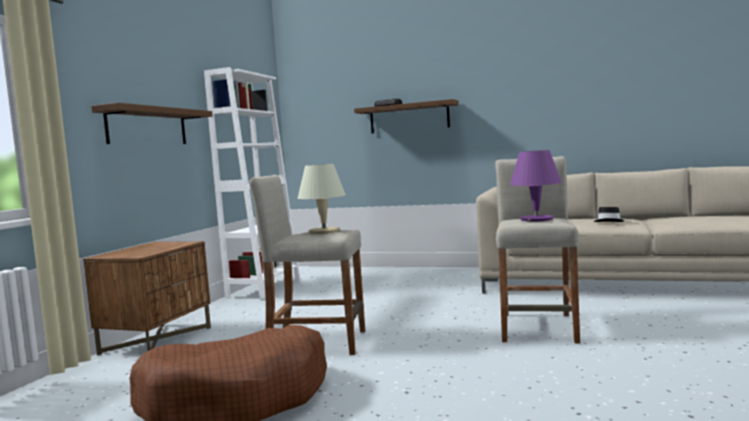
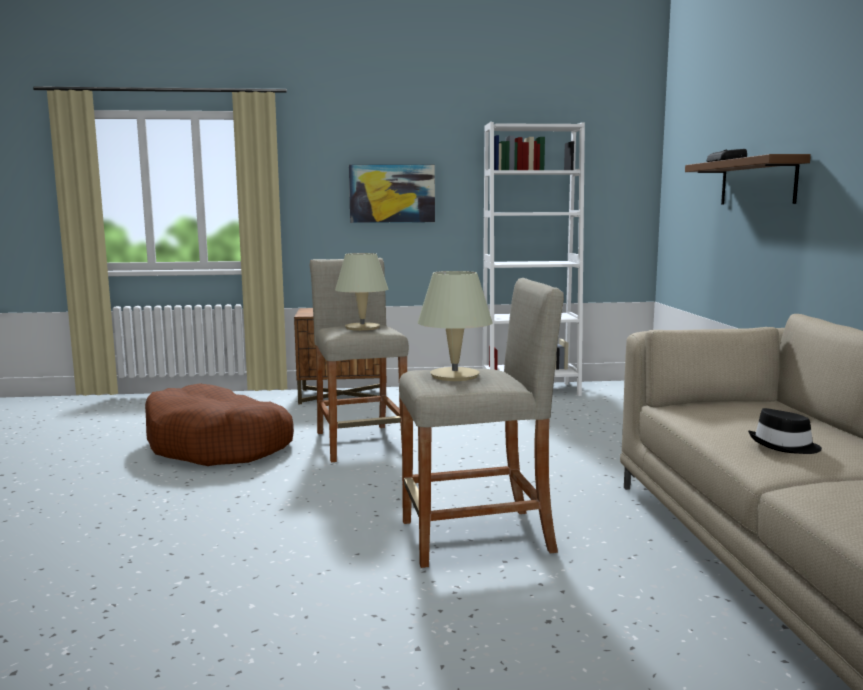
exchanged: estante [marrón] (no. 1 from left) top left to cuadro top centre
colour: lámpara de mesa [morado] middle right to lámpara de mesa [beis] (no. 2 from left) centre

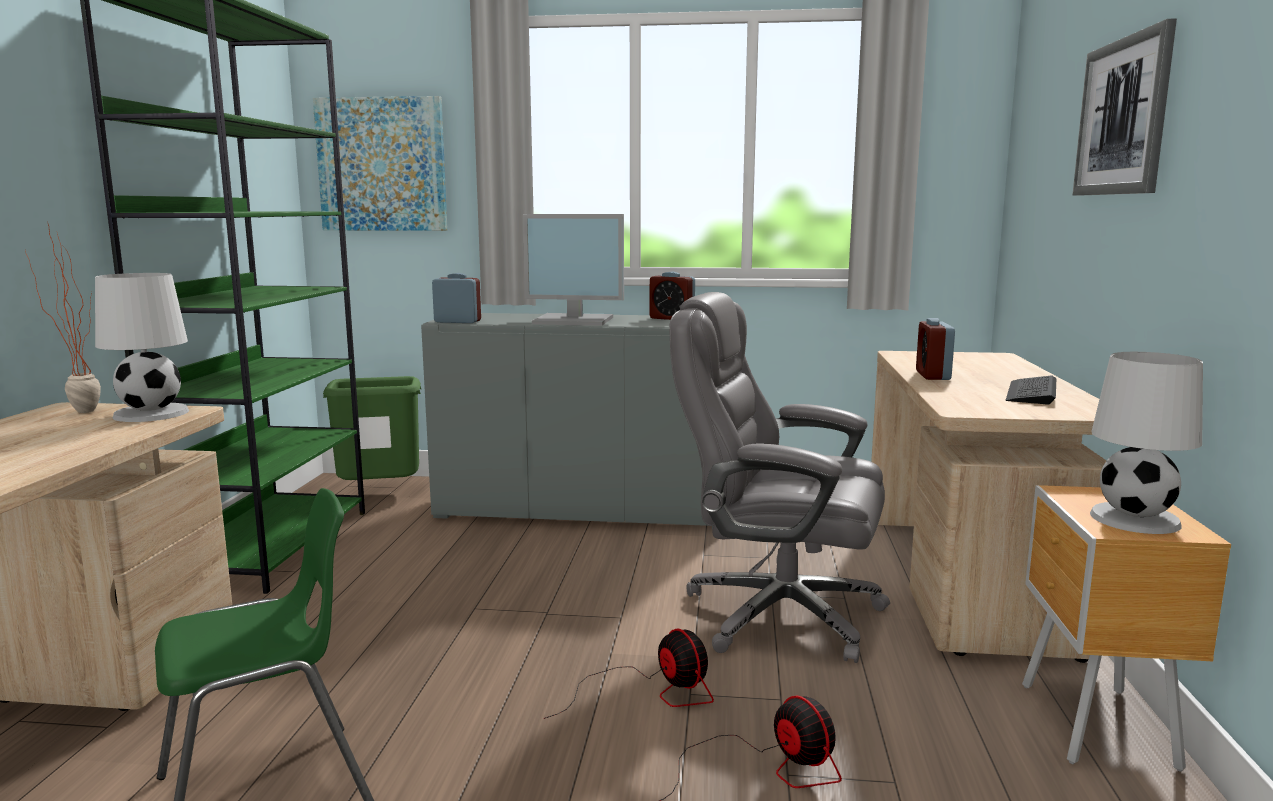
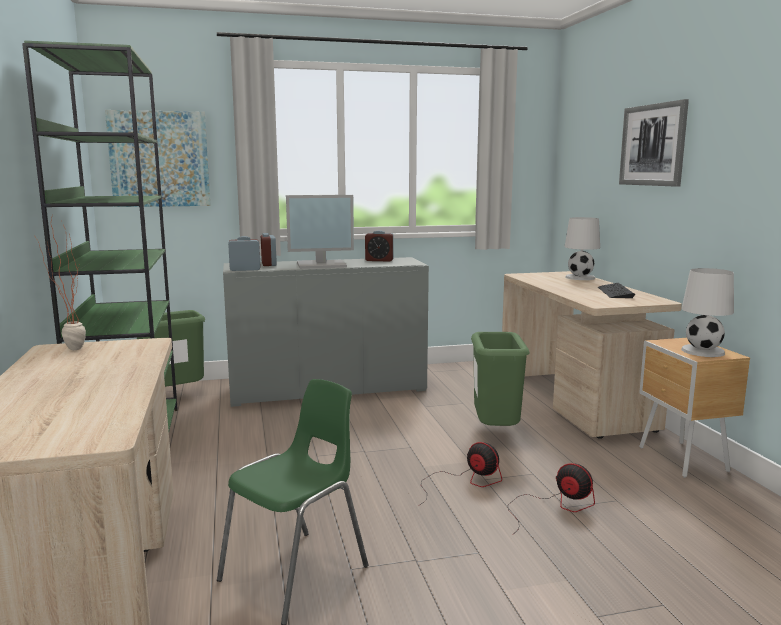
relocated: lámpara de mesa [blanco] (no. 1 from left) middle left to middle right; despertador (no. 3 from left in the first image) middle right to despertador (no. 2 from left) centre
exchanged: silla de oficina [gris] centre to papelera [verde] (no. 2 from left) centre

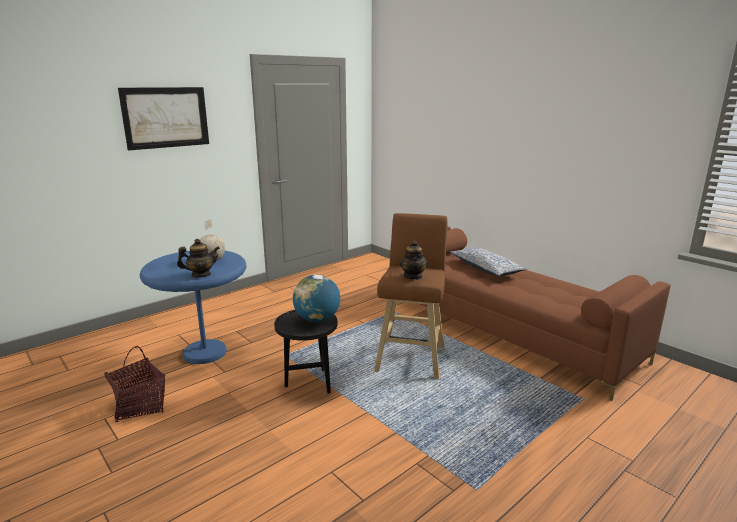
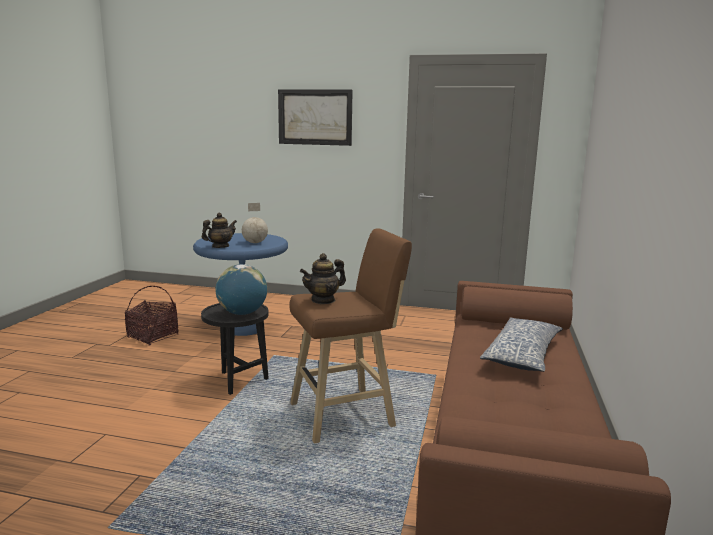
spun: tetera (no. 1 from left) middle left = middle left 75 degrees counterclockwise

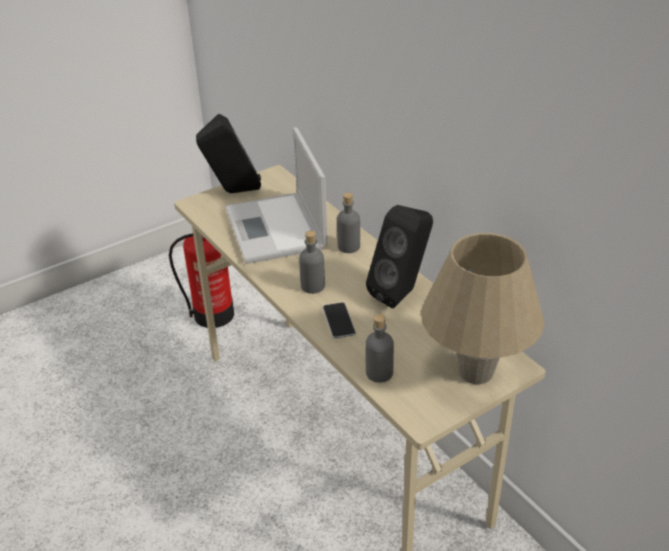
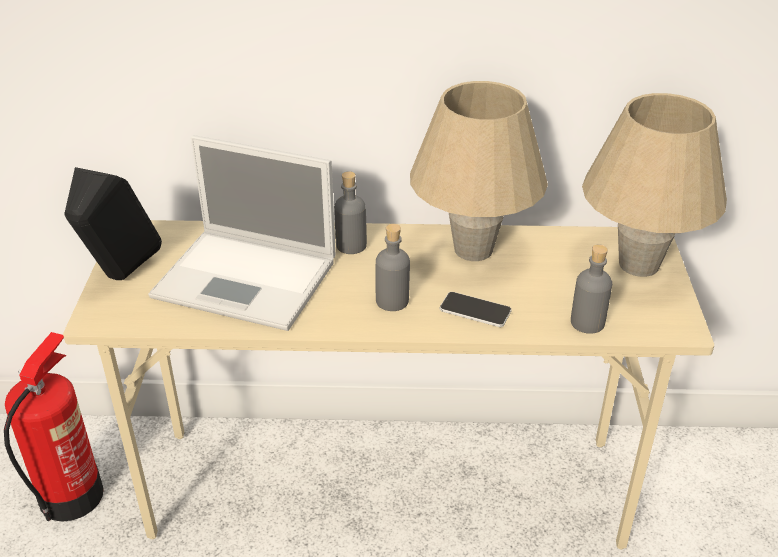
exchanged: altavoz [negro] (no. 2 from left) centre to lámpara de mesa [beis] (no. 1 from left) top centre

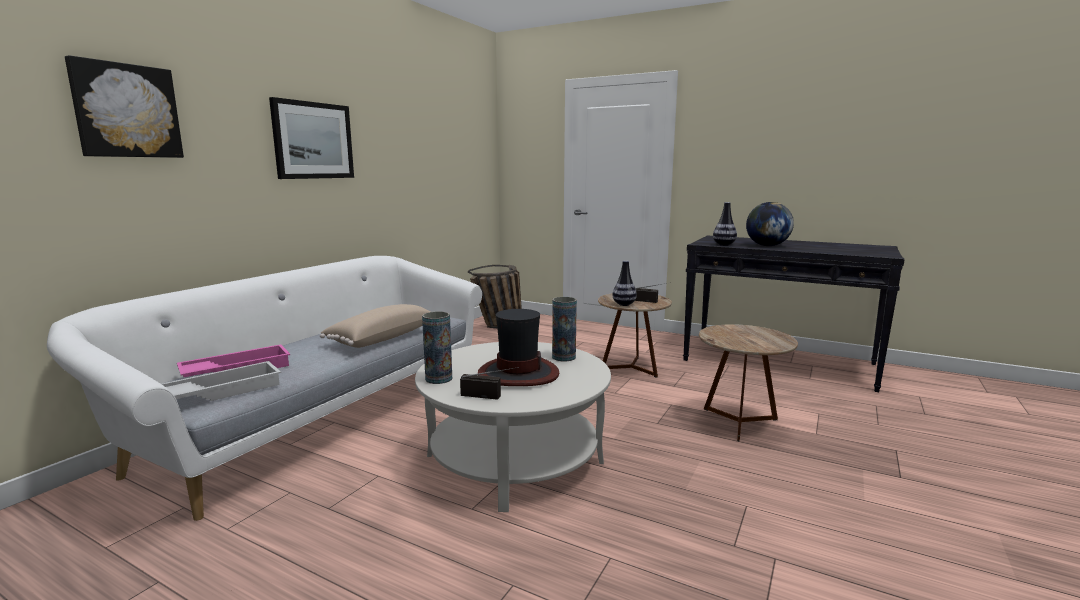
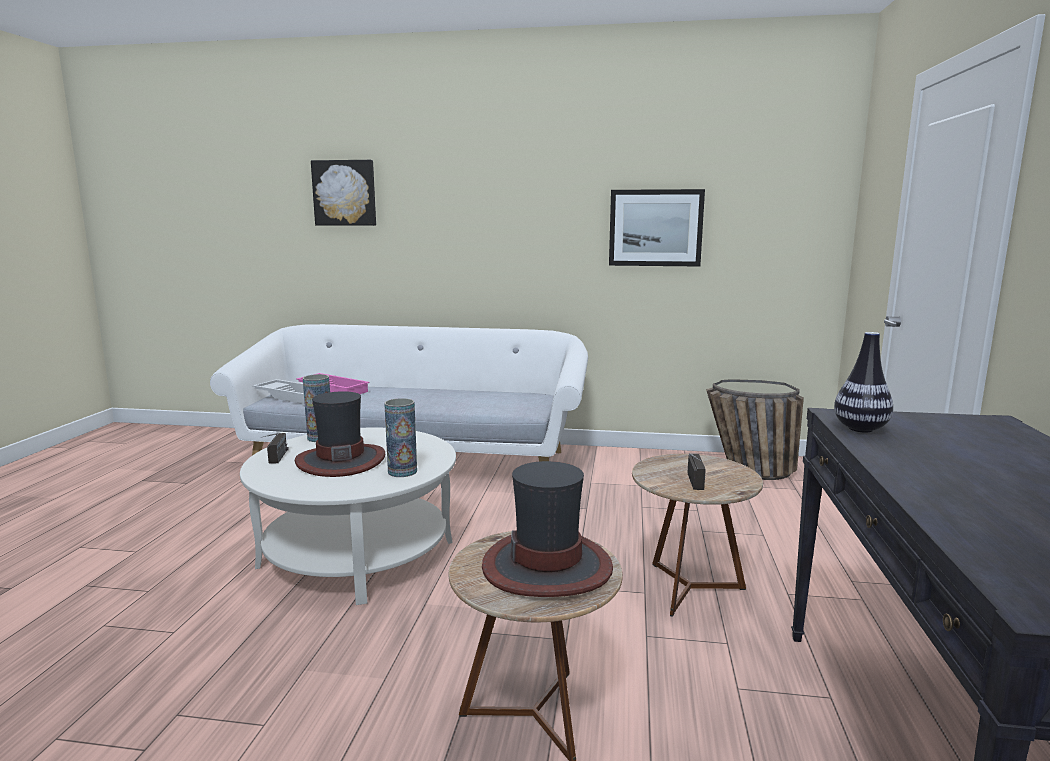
missing: globo terráqueo middle right; florero (no. 3 from left) centre; cojín [beis] centre
appeared: sombrero (no. 2 from left) bottom centre
relocated: cuadro (no. 2 from left) top left to top centre

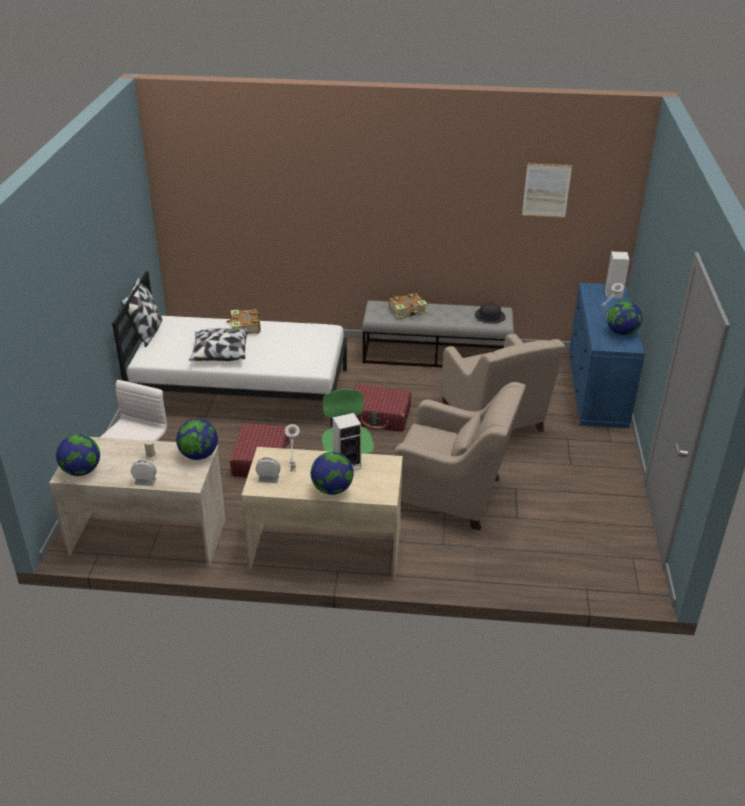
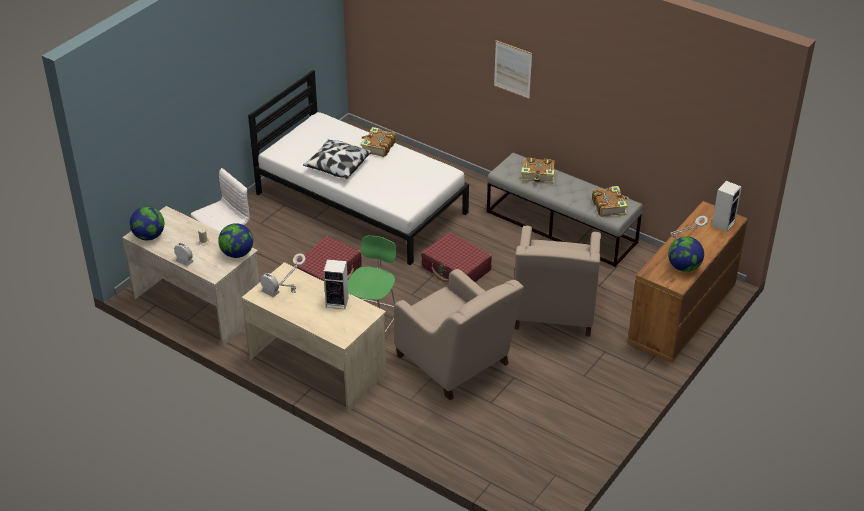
missing: cojín (no. 1 from left) middle left; globo terráqueo (no. 3 from left) centre
relocated: cuadro top right to top centre
exchanged: sombrero [negro] centre to libro (no. 3 from left) middle right
colour: cómoda [azul] middle right to cómoda [marrón] middle right

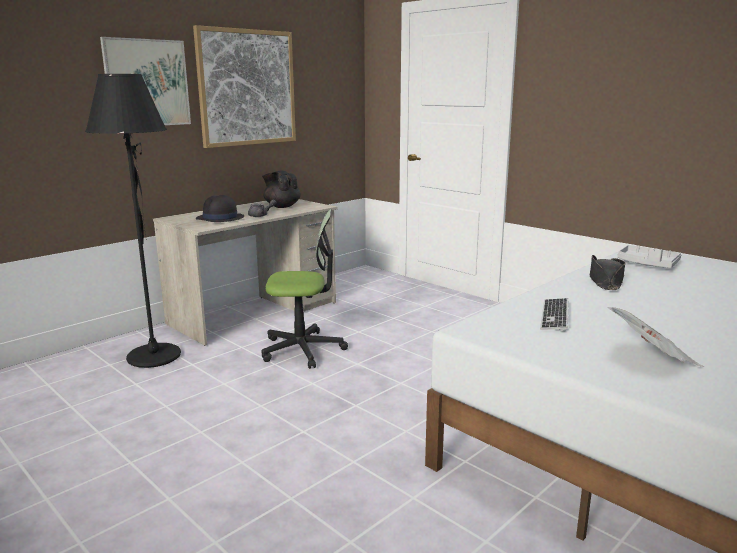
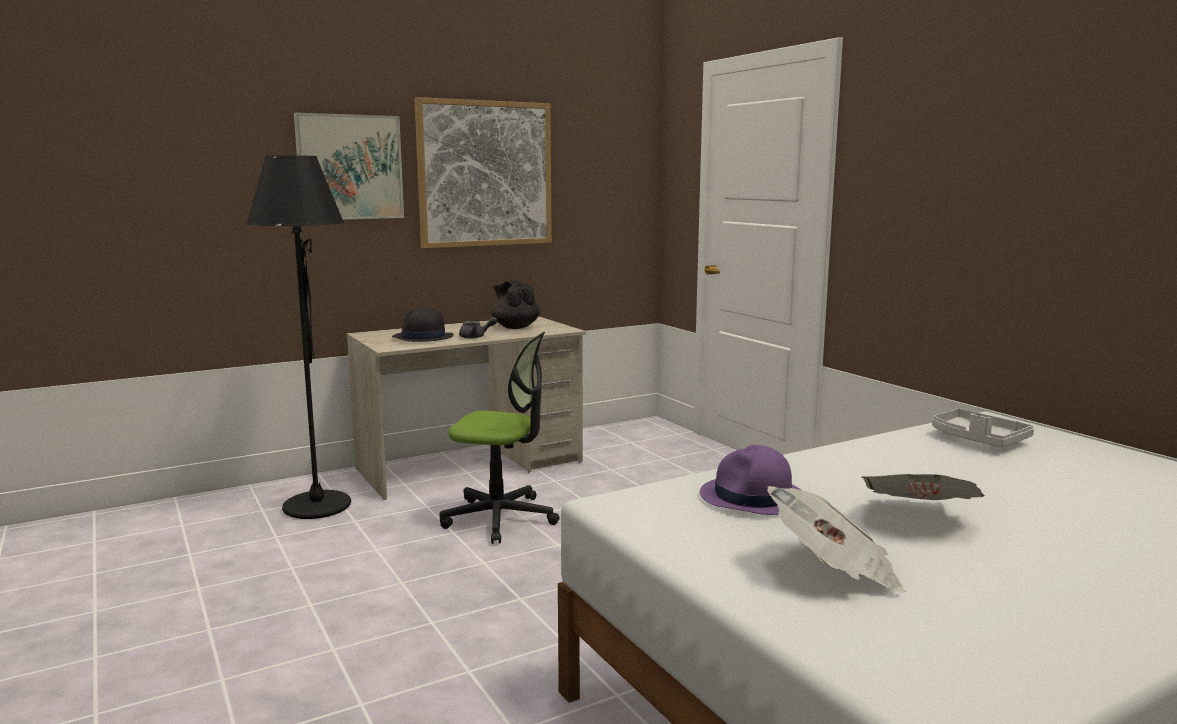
missing: sombrero [negro] (no. 2 from left) middle right
appeared: periódico (no. 2 from left) bottom right
exchanged: teclado middle right to sombrero [morado] centre

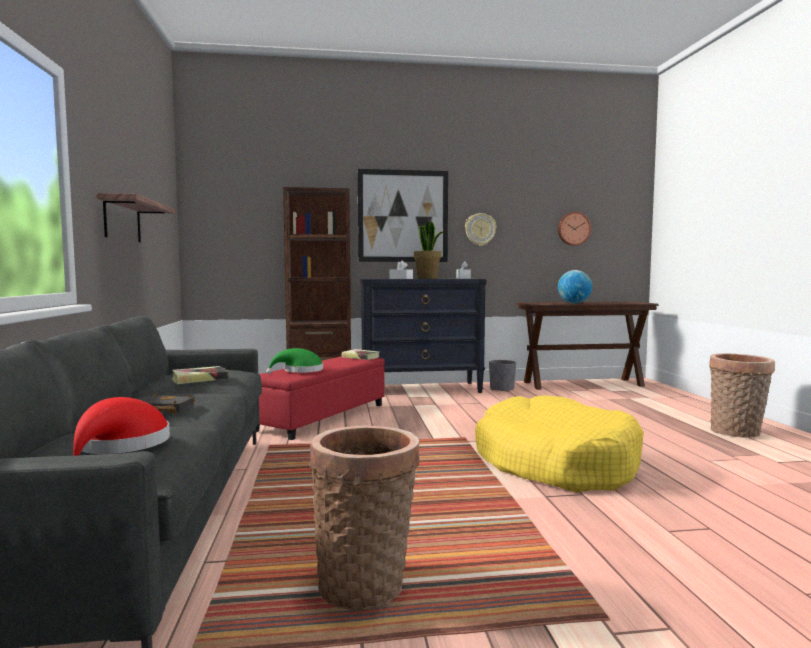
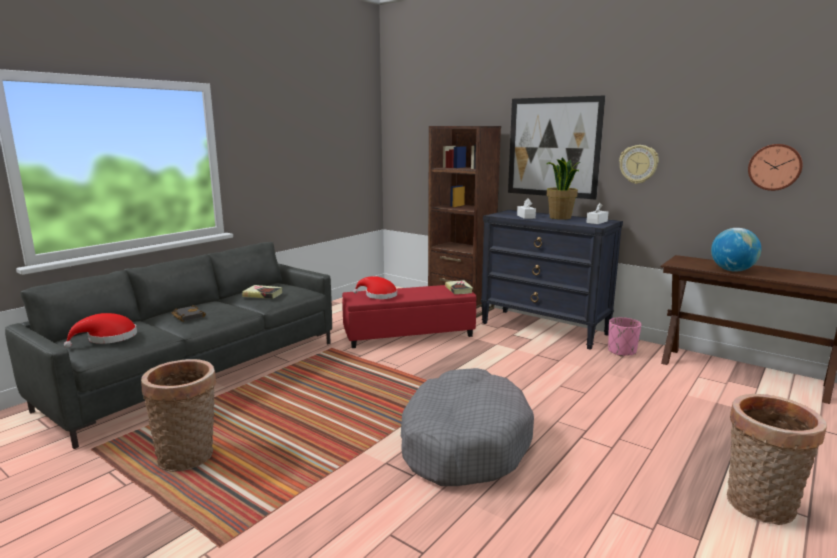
missing: estante middle left
colour: sombrero [verde] centre to sombrero [rojo] (no. 2 from left) centre; maceta [gris] centre to maceta [rosa] middle right; cama para perro [amarillo] bottom right to cama para perro [gris] bottom centre

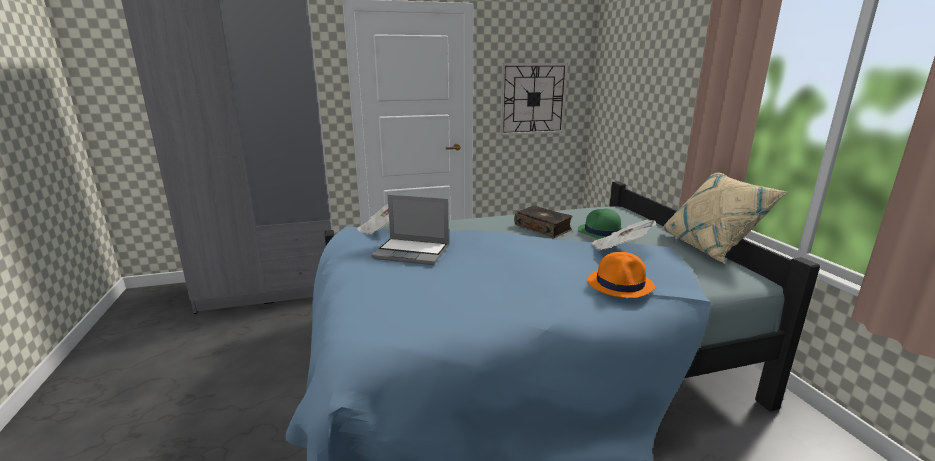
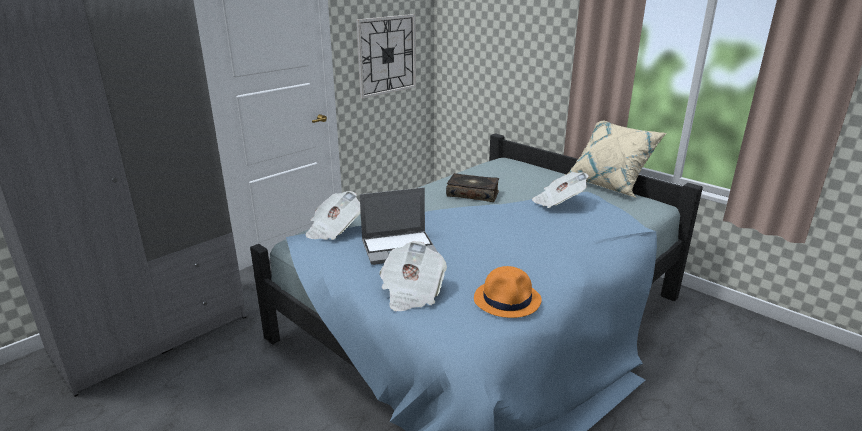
missing: sombrero [verde] centre
appeared: periódico (no. 2 from left) centre
relocated: sombrero [naranja] centre to bottom centre

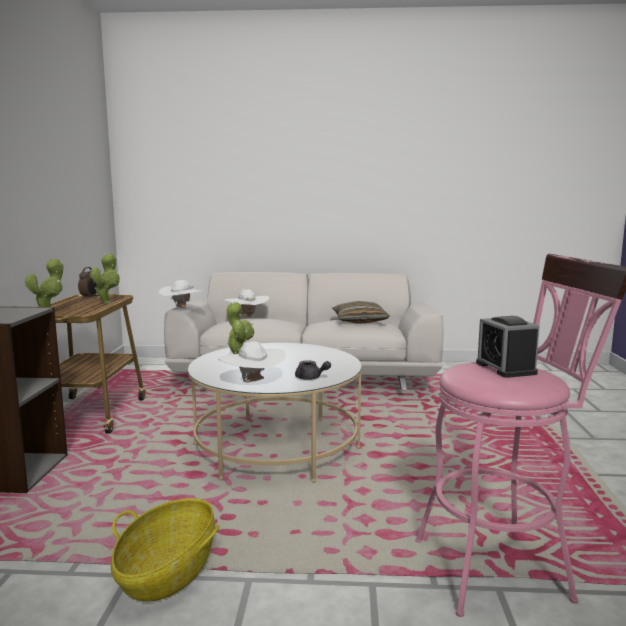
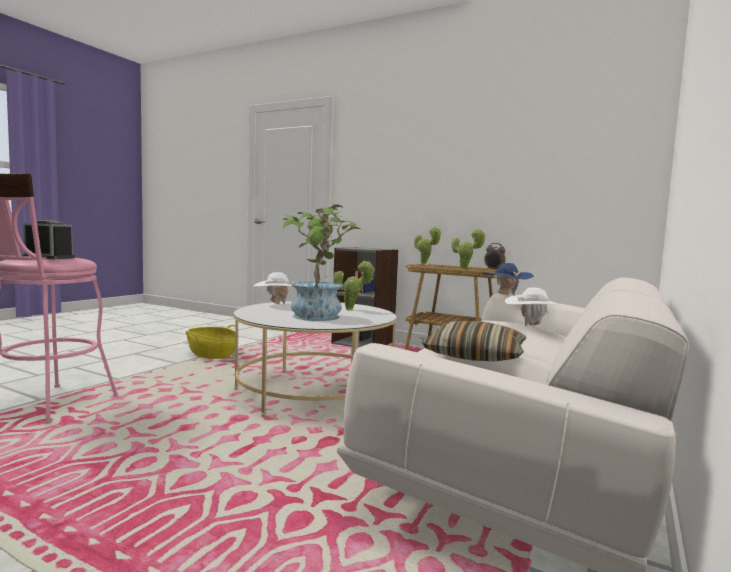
missing: tetera [gris] centre
appeared: planta en maceta (no. 1 from left) centre
colour: sombrero [blanco] (no. 1 from left) middle left to sombrero [azul] middle right

